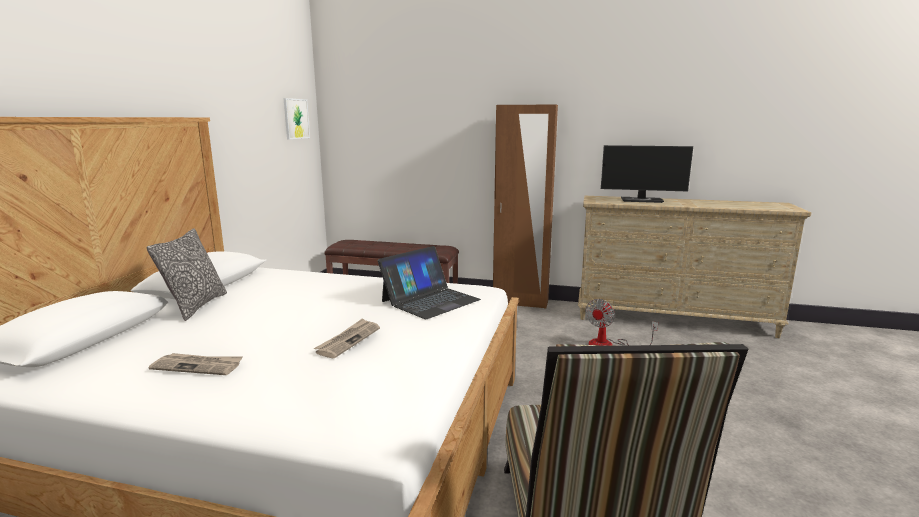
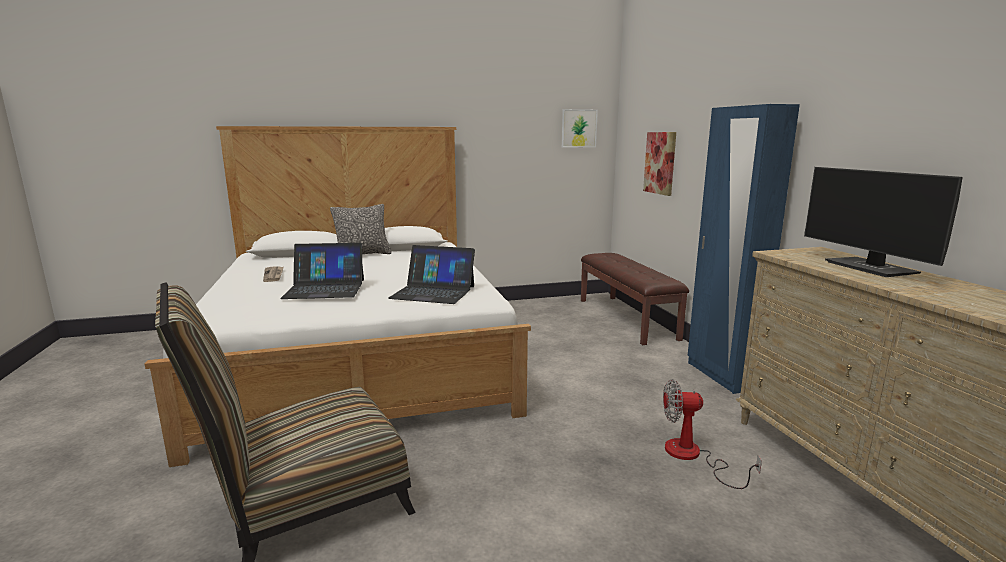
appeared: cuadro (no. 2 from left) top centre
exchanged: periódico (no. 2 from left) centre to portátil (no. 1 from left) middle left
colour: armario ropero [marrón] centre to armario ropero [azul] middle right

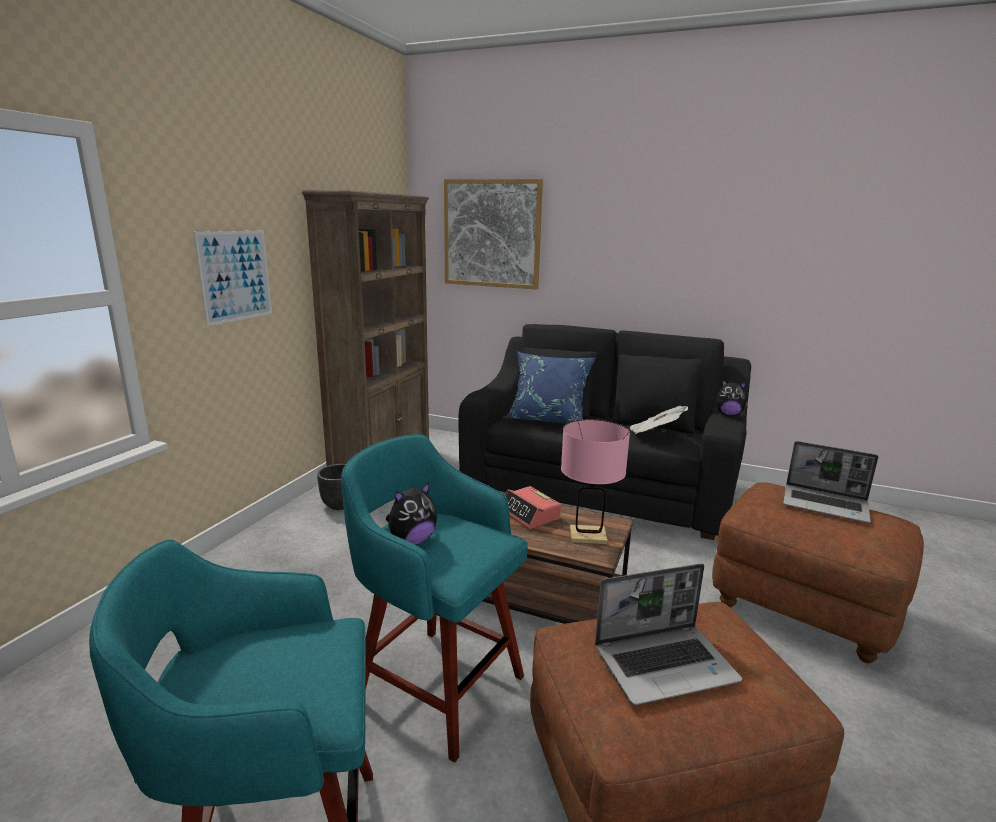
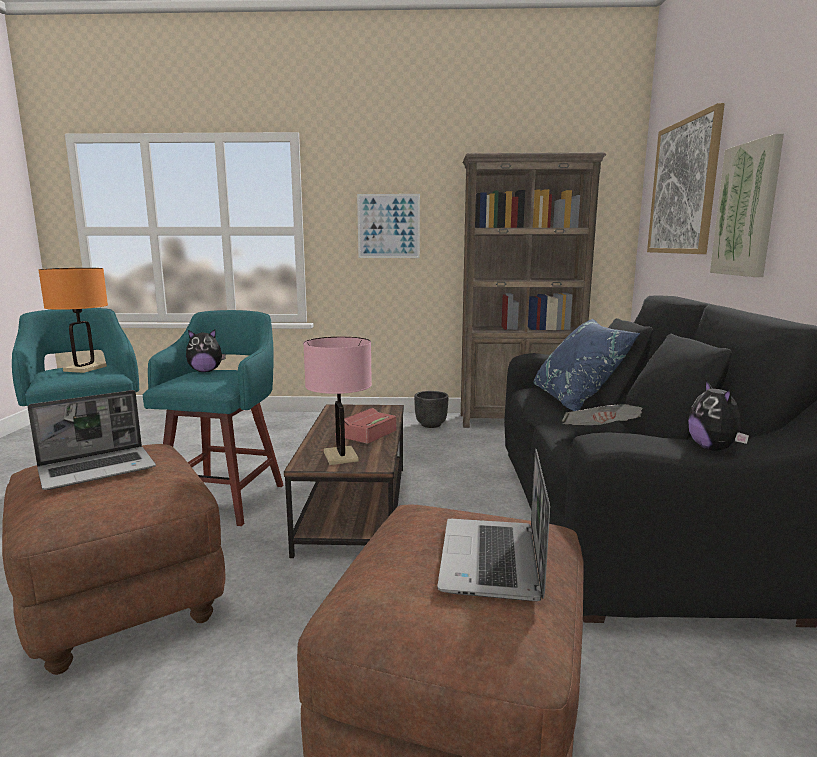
appeared: cuadro (no. 3 from left) top right; lámpara de mesa [naranja] middle left
spun: peluche (no. 1 from left) centre = middle left 45 degrees counterclockwise; portátil (no. 1 from left) bottom right = middle left 90 degrees counterclockwise

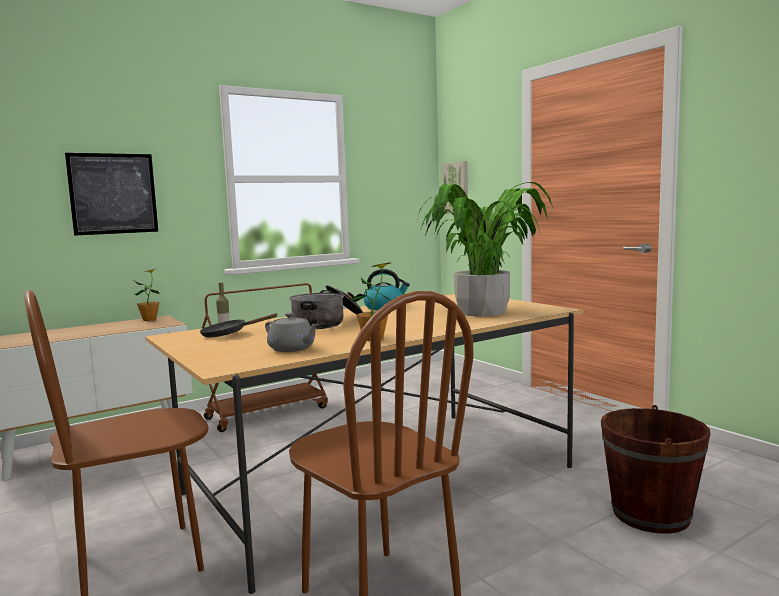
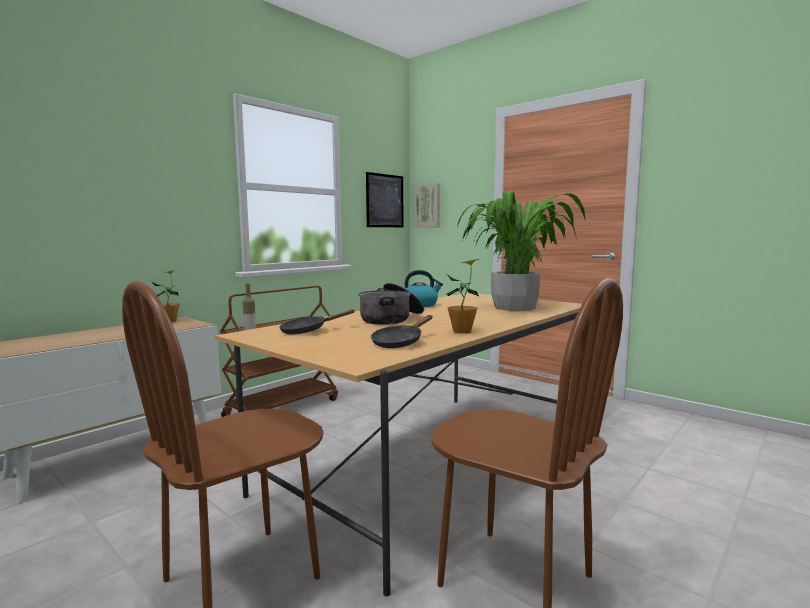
missing: cubo [marrón] bottom right
relocated: cuadro (no. 1 from left) top left to top centre
exchanged: tetera [gris] centre to sartén [negro] (no. 2 from left) centre

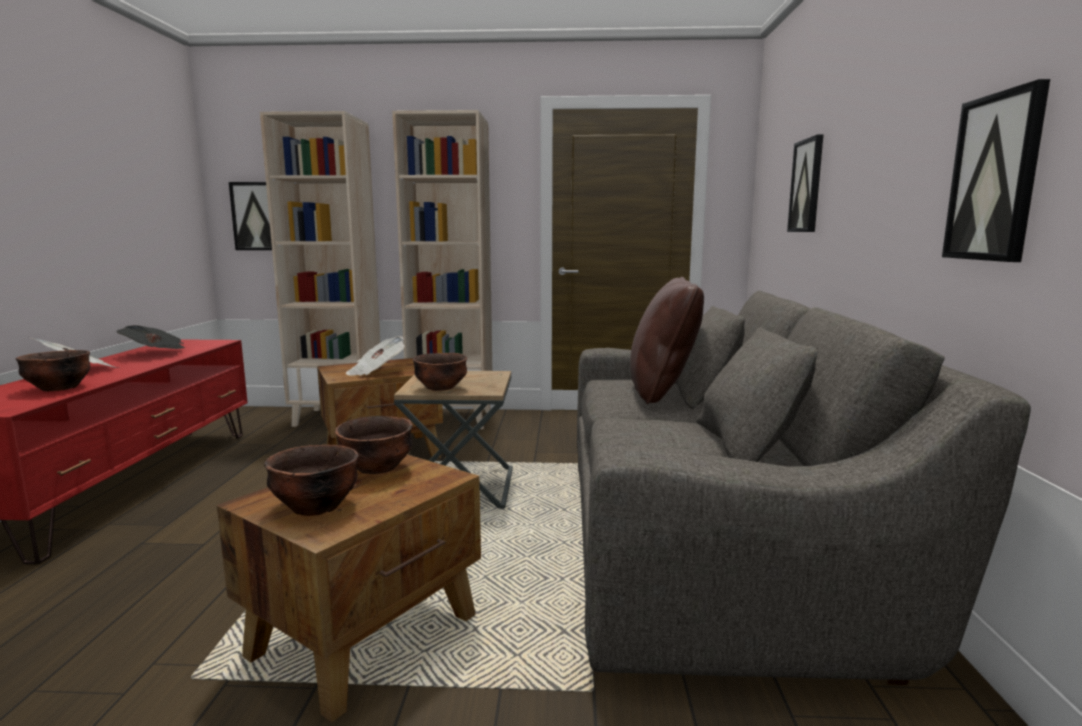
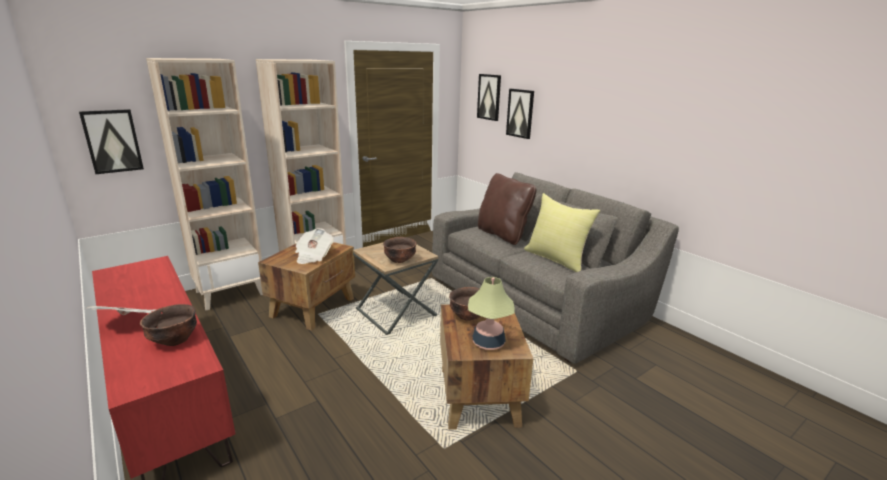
missing: periódico (no. 2 from left) middle left
appeared: cojín [amarillo] centre
relocated: cuadro (no. 3 from left in the first image) top right to cuadro (no. 2 from left) top centre
exchanged: cuenco [marrón] (no. 2 from left) middle left to lámpara de mesa centre

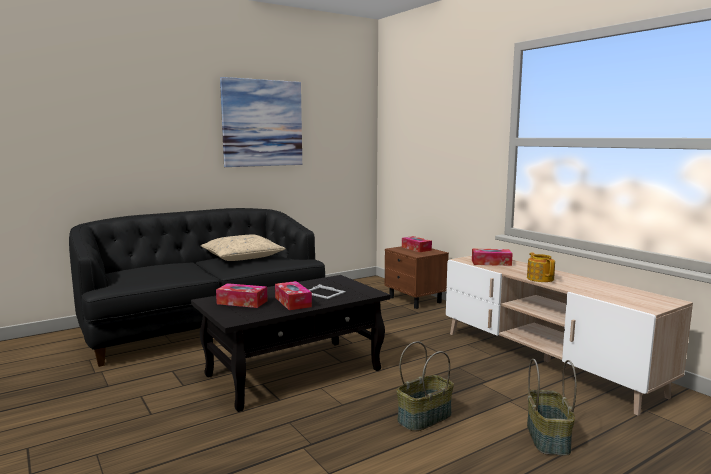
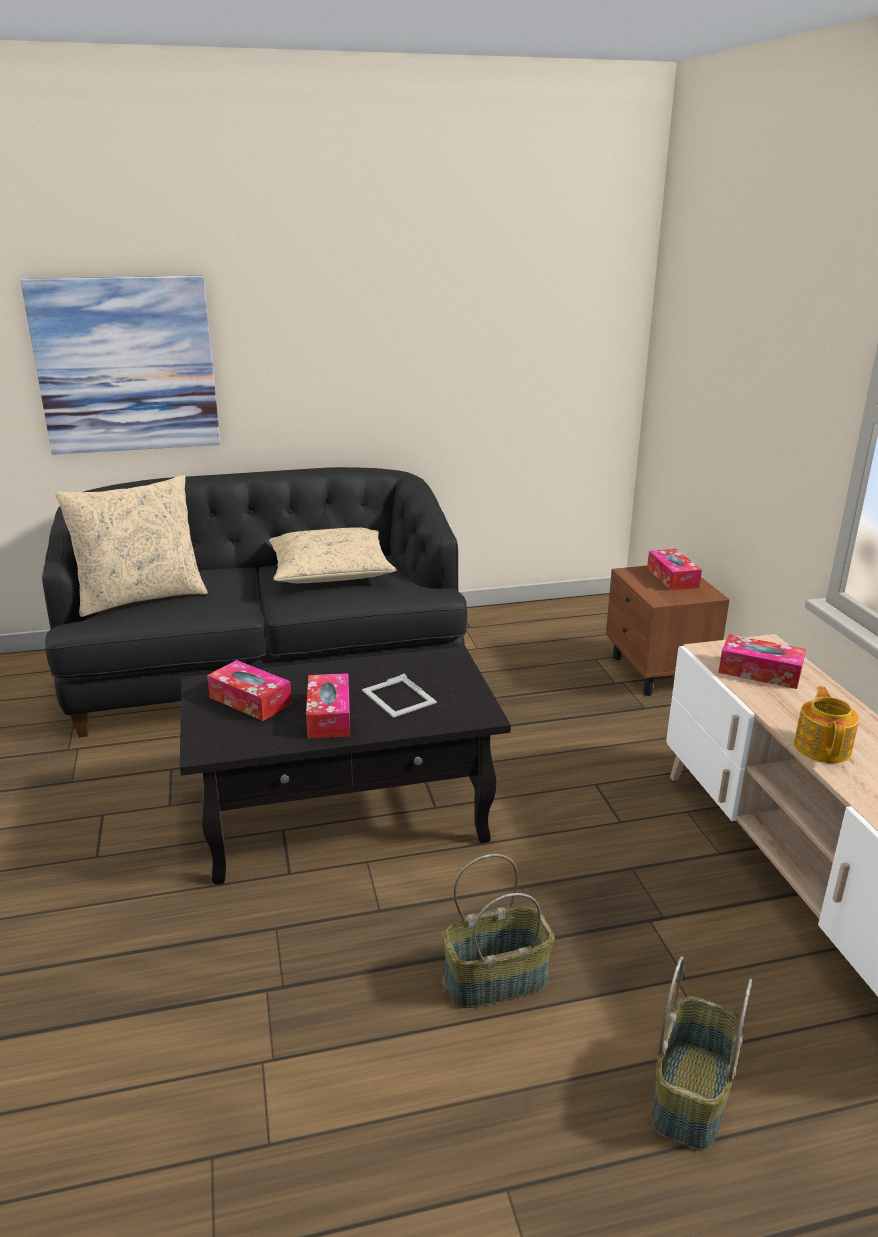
appeared: cojín [beis] (no. 1 from left) middle left
relocated: cuadro top centre to top left

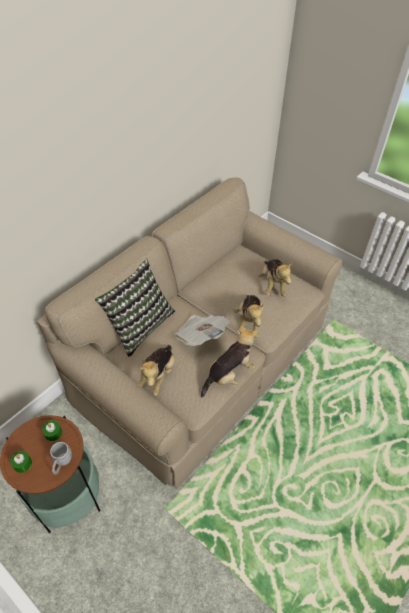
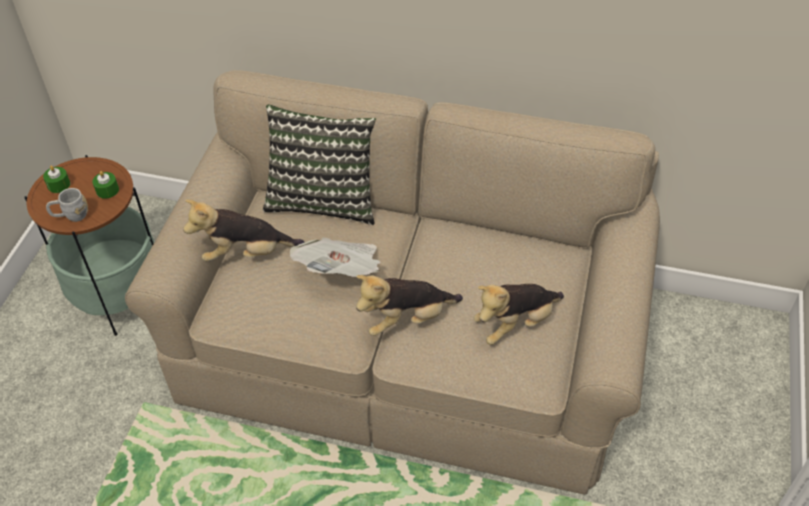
missing: peluche (no. 2 from left) centre

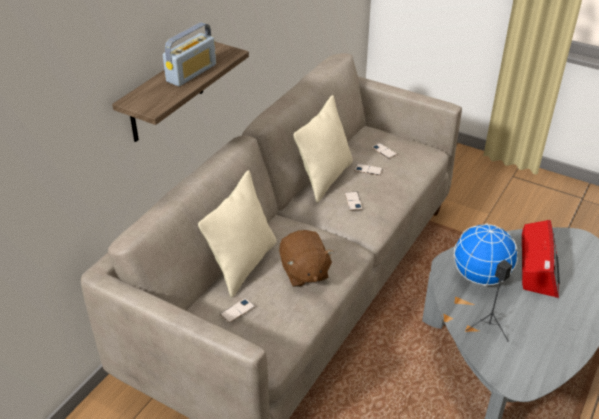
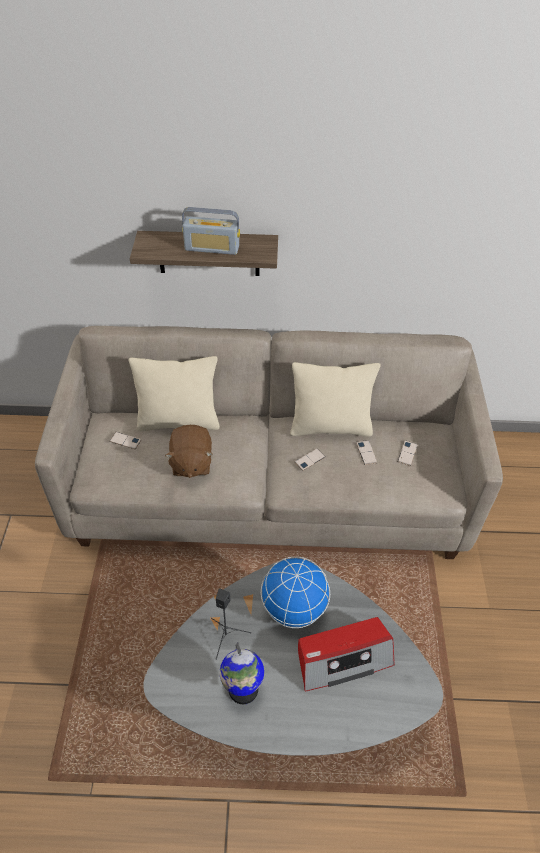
appeared: globo terráqueo (no. 1 from left) bottom centre
spun: peluche [marrón] centre = centre 45 degrees counterclockwise

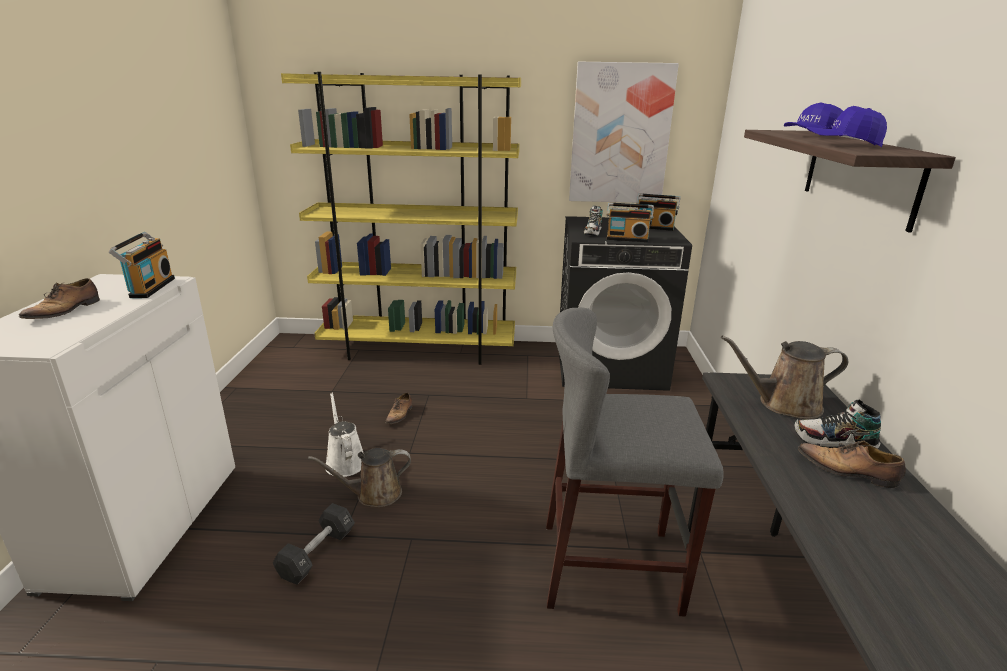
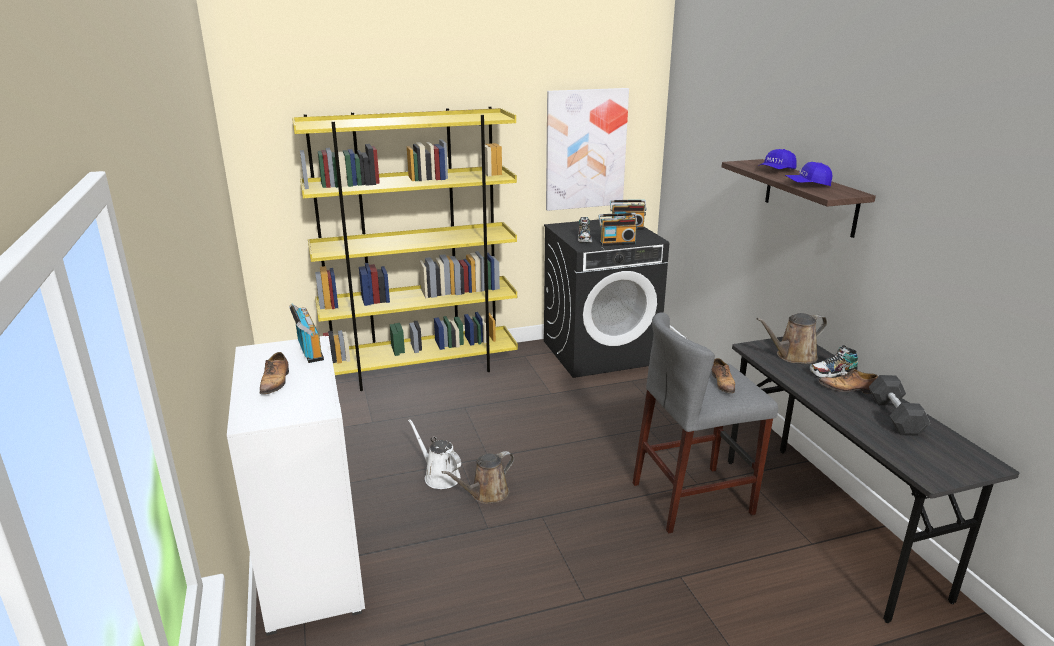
relocated: zapato (no. 2 from left in the first image) centre to zapato (no. 3 from left) middle right; mancuerna [negro] bottom left to middle right

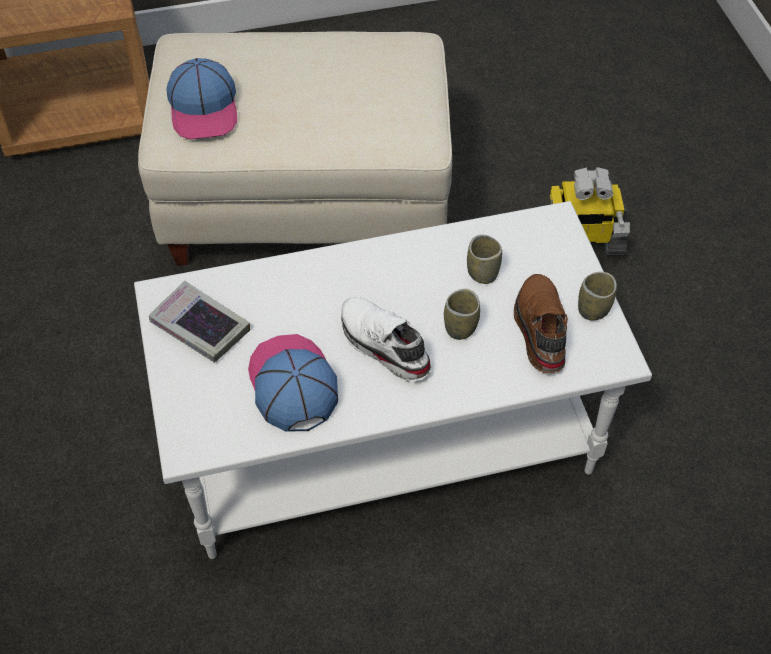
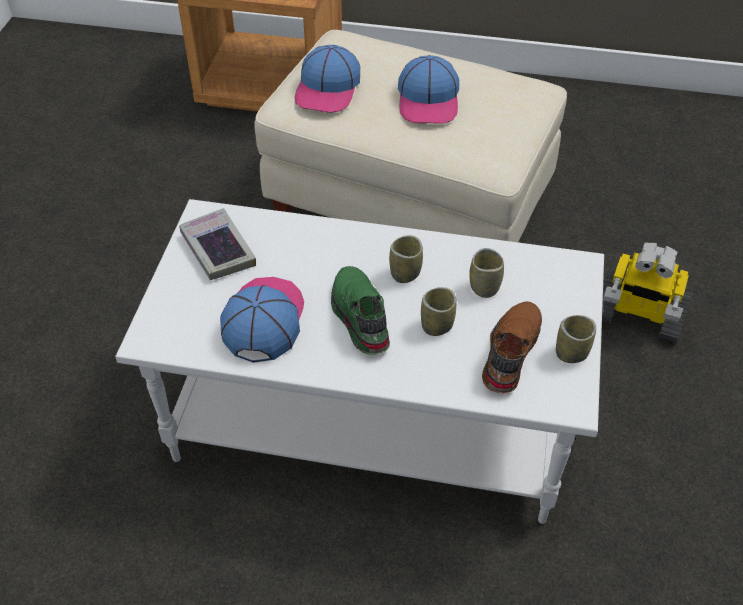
appeared: gorra (no. 3 from left) top centre; taza (no. 1 from left) centre
colour: zapato [blanco] centre to zapato [verde] centre

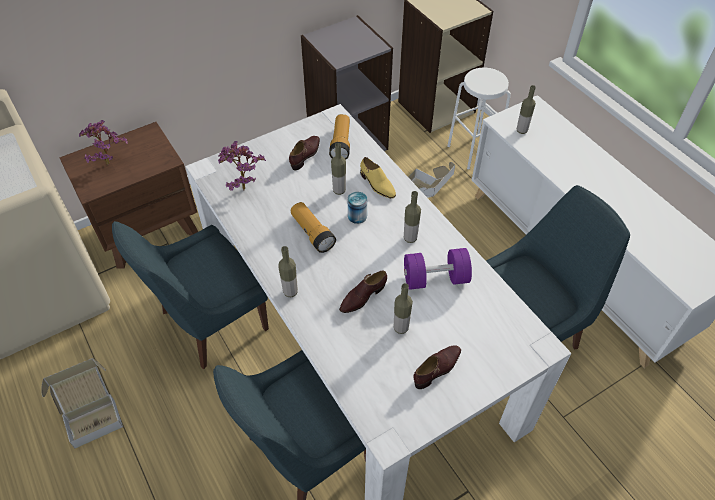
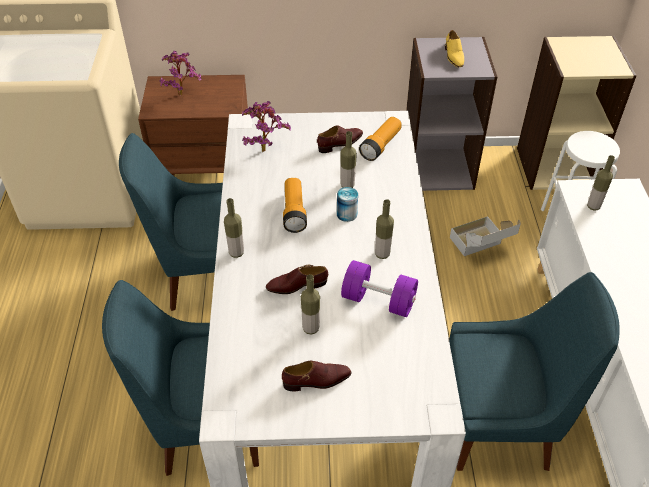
missing: caja de cartón (no. 1 from left) bottom left
relocated: zapato [amarillo] centre to top right

